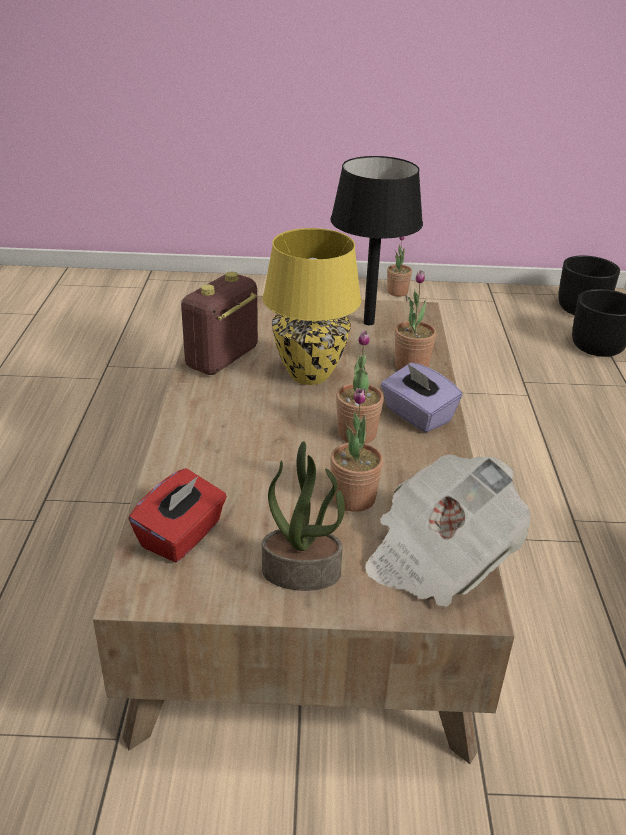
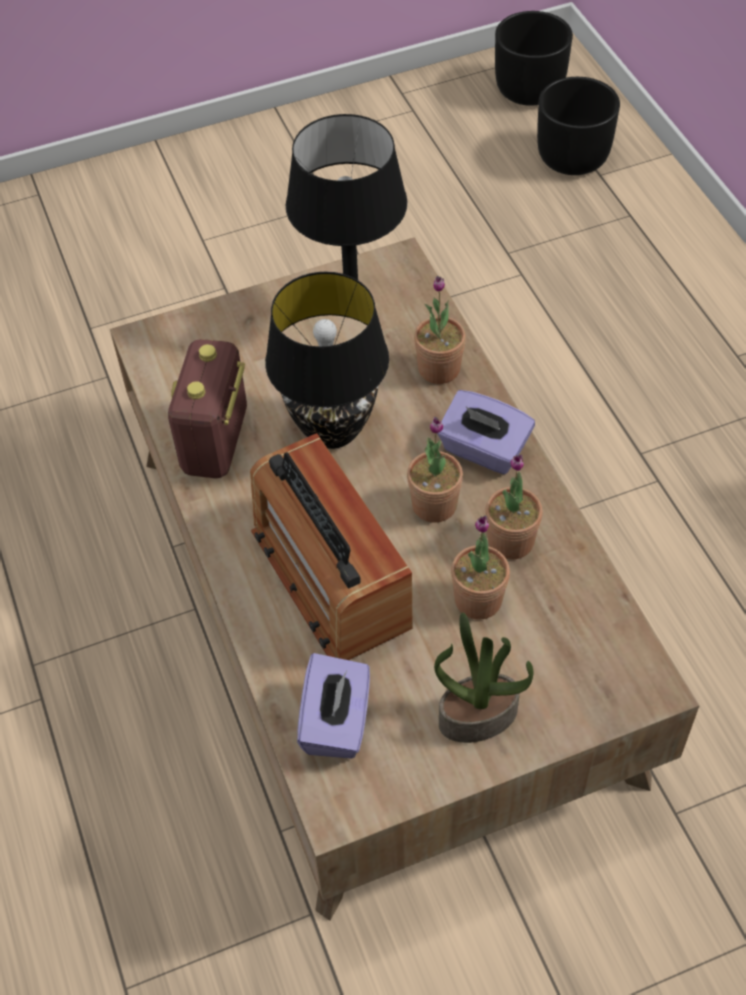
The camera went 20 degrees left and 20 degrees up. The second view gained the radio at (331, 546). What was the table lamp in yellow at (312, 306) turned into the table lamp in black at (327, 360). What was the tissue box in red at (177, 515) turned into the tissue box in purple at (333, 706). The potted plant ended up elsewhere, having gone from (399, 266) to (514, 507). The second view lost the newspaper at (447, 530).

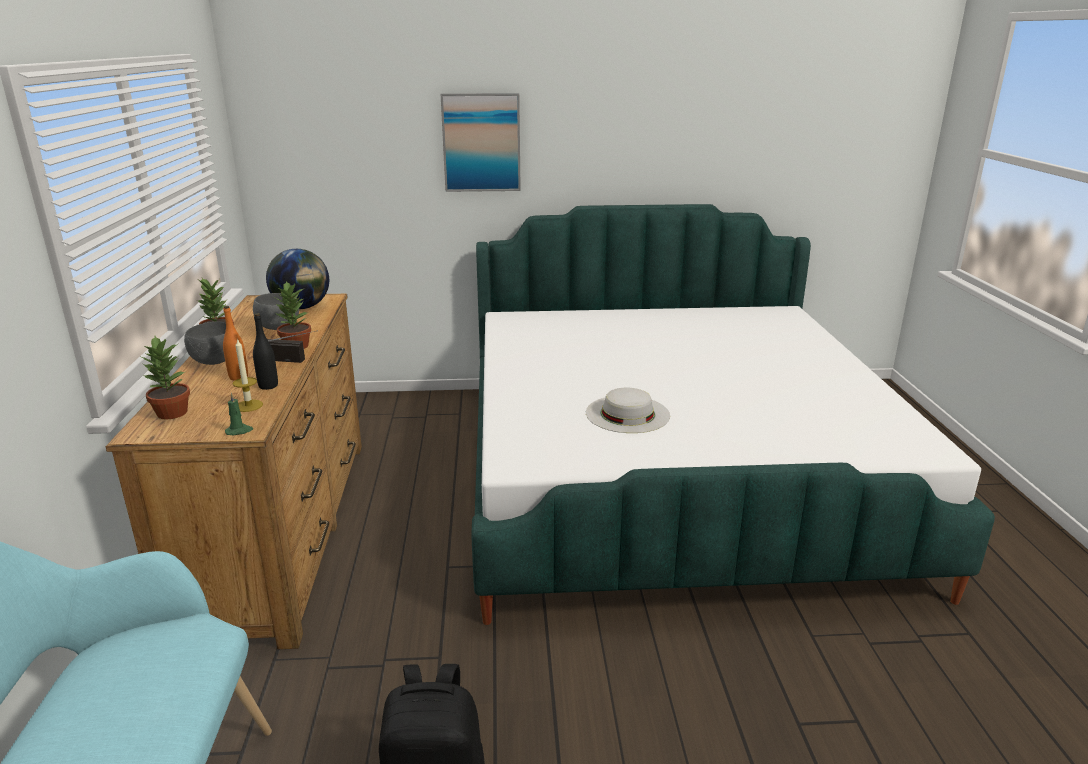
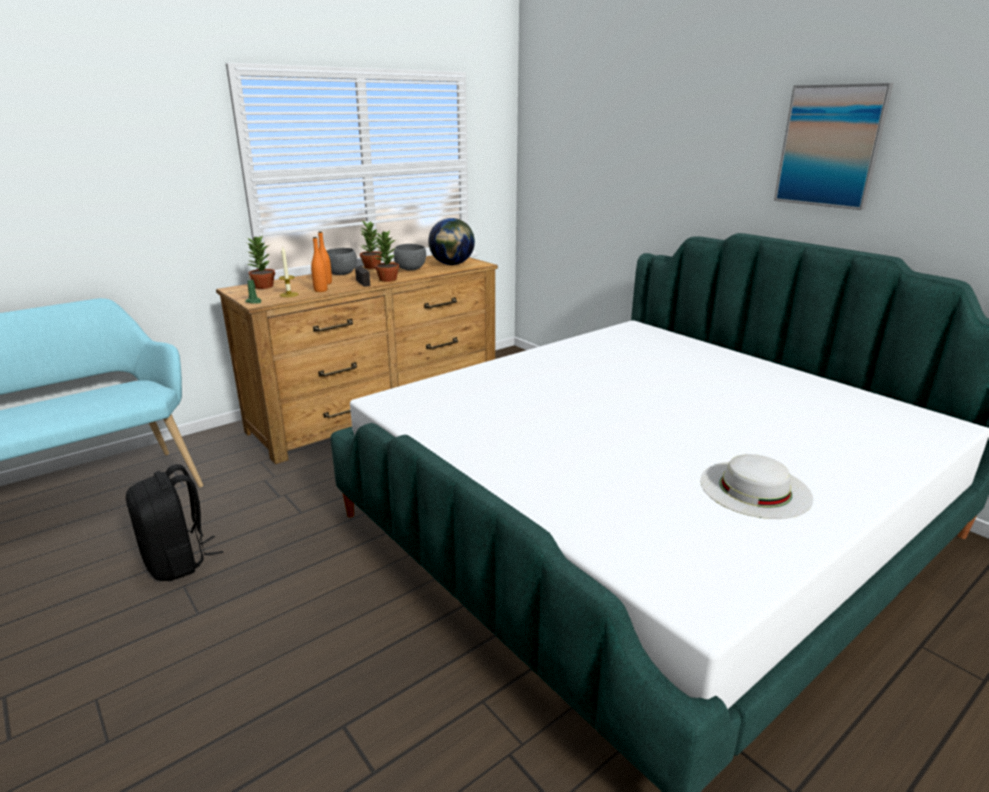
The camera went 55 degrees right and 0 degrees up. What was the bottle in black at (265, 351) turned into the bottle in orange at (319, 264). The hat in white ended up elsewhere, having gone from (628, 410) to (756, 486). The picture ended up elsewhere, having gone from (481, 142) to (833, 146).

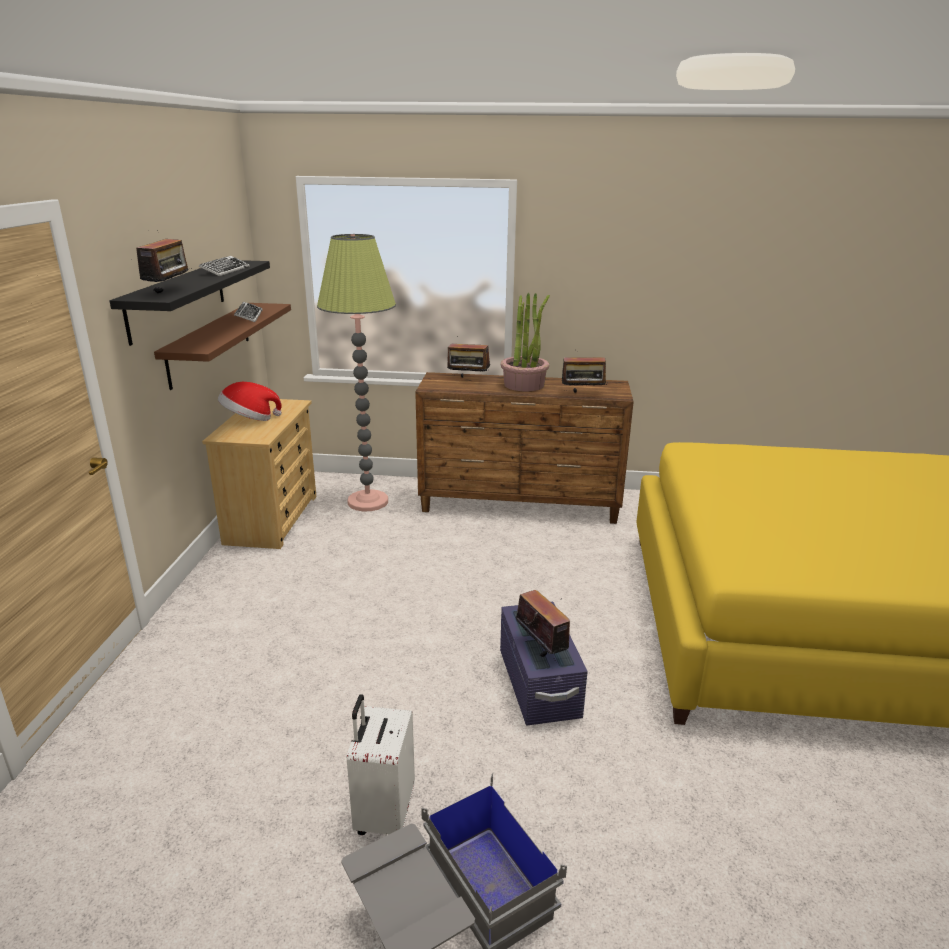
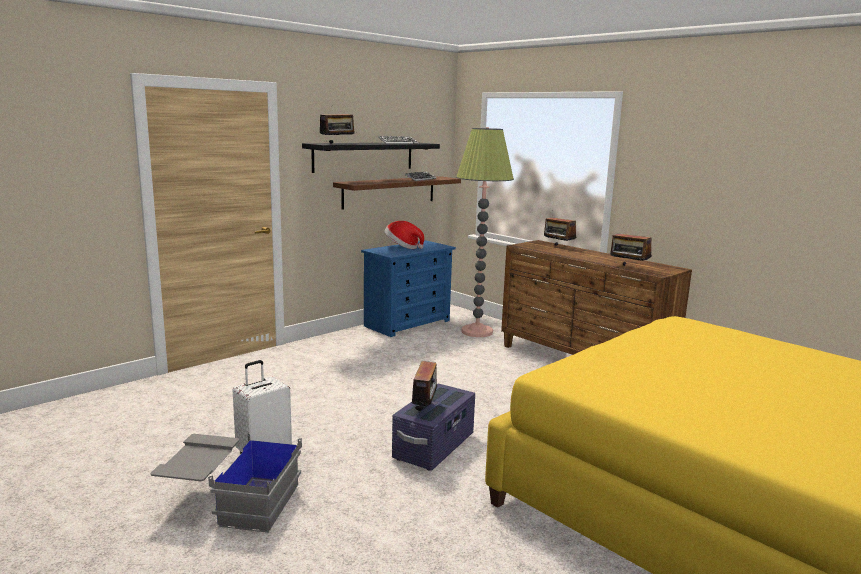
The camera went 40 degrees right and 10 degrees down. What was the dresser in beige at (259, 474) turned into the dresser in blue at (408, 288). The second view lost the potted plant at (525, 342).

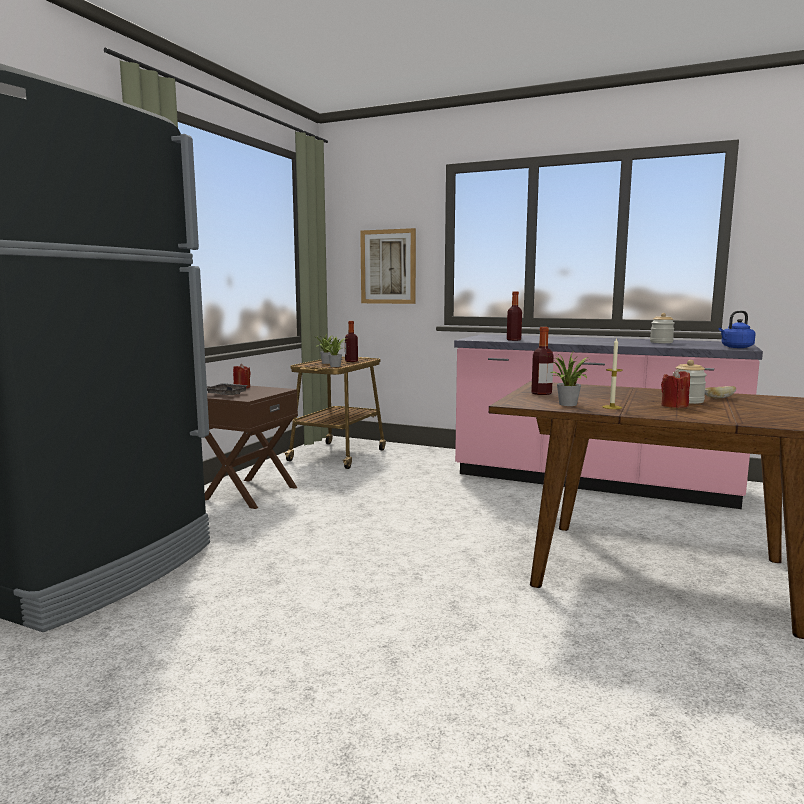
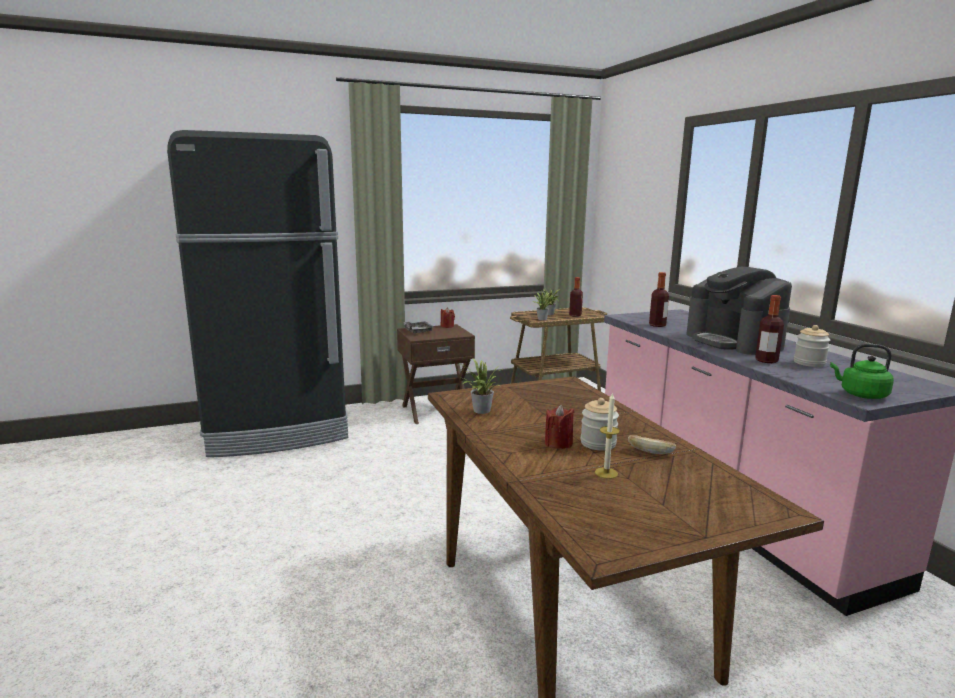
The camera went 45 degrees right and 5 degrees up. The candle ended up elsewhere, having gone from (613, 373) to (607, 435). The second view gained the coffee machine at (739, 311). The bottle ended up elsewhere, having gone from (542, 361) to (769, 329). What was the kettle in blue at (737, 329) turned into the kettle in green at (862, 371). The second view lost the picture at (388, 266).

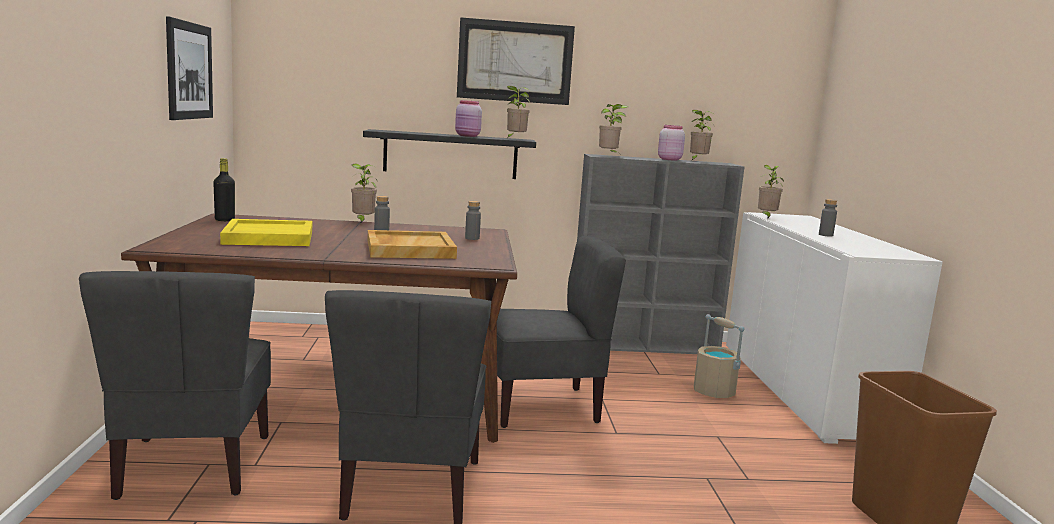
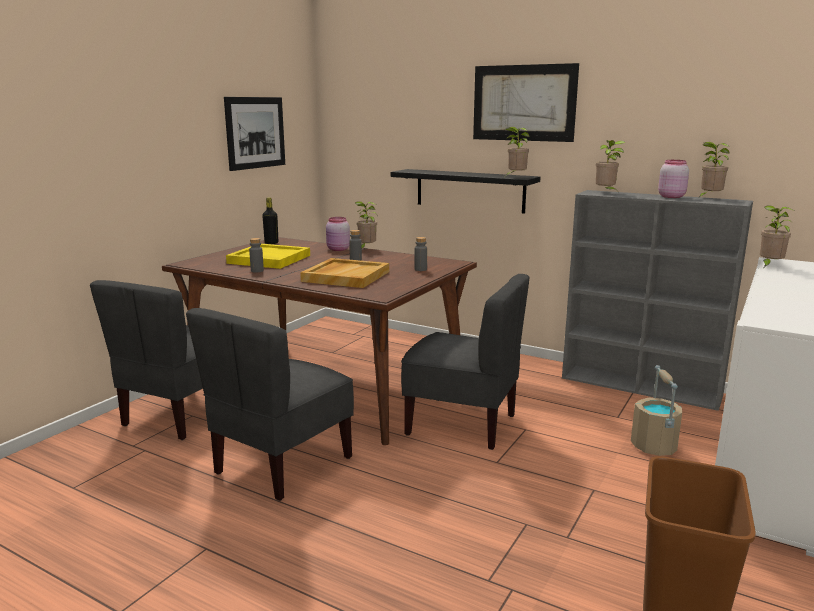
The camera went 35 degrees right and 5 degrees up. The bottle in grey ended up elsewhere, having gone from (828, 218) to (256, 255). The jar in pink ended up elsewhere, having gone from (468, 118) to (338, 234).

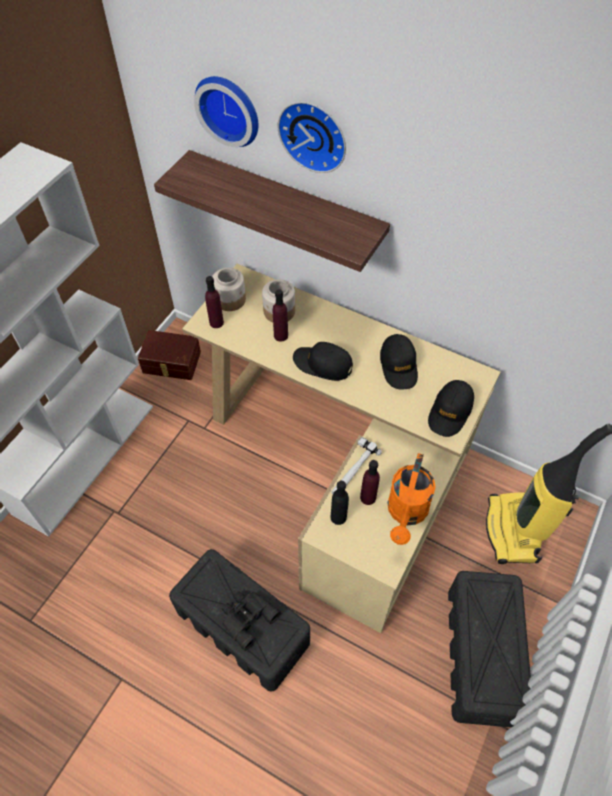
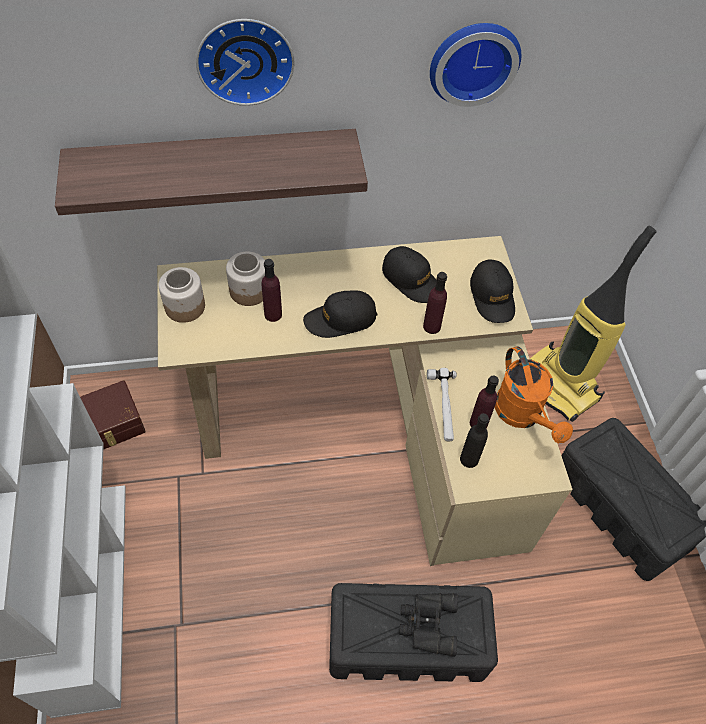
The camera went 40 degrees left and 0 degrees up. The bottle in purple ended up elsewhere, having gone from (214, 302) to (435, 303). The wall clock ended up elsewhere, having gone from (226, 111) to (475, 65).

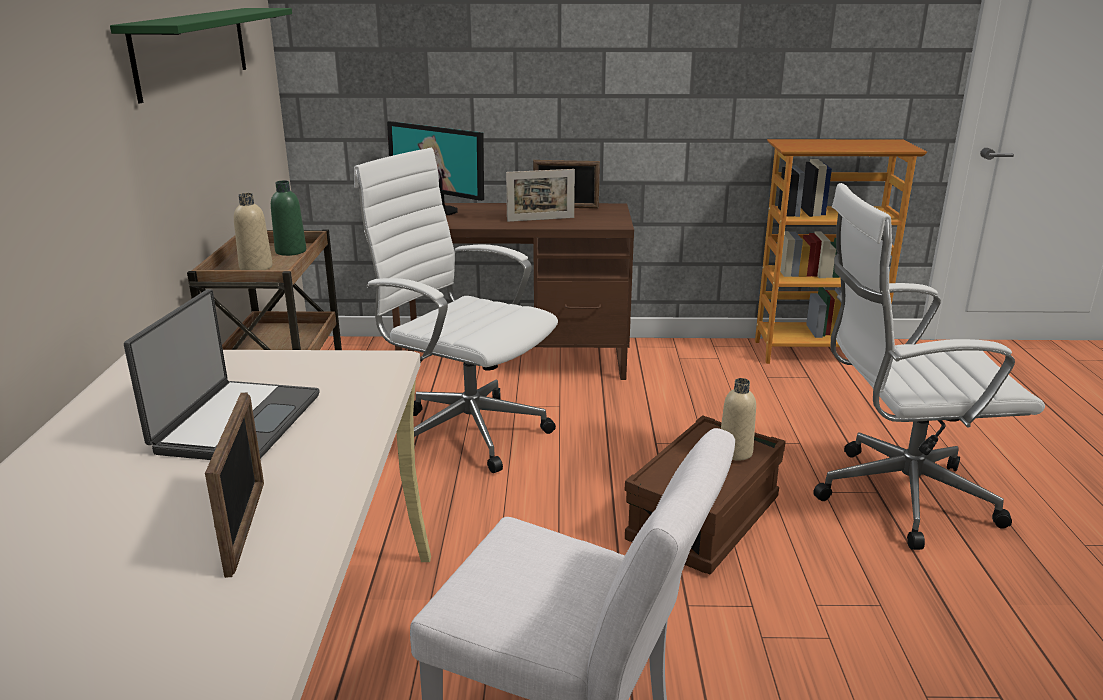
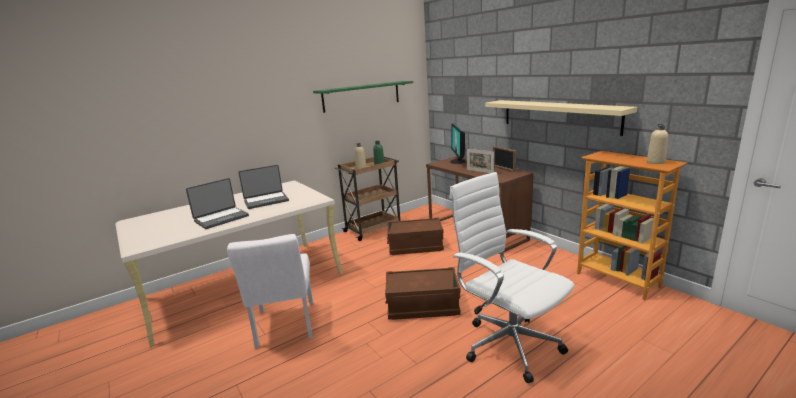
The camera went 55 degrees right and 5 degrees down. Where the picture frame stood at (234, 485), the laptop came to stand at (217, 203). Where the office chair in white stood at (456, 310), the storage box in brown came to stand at (415, 236). The second view gained the shelf in beige at (561, 118). The bottle in beige ended up elsewhere, having gone from (738, 419) to (657, 144).

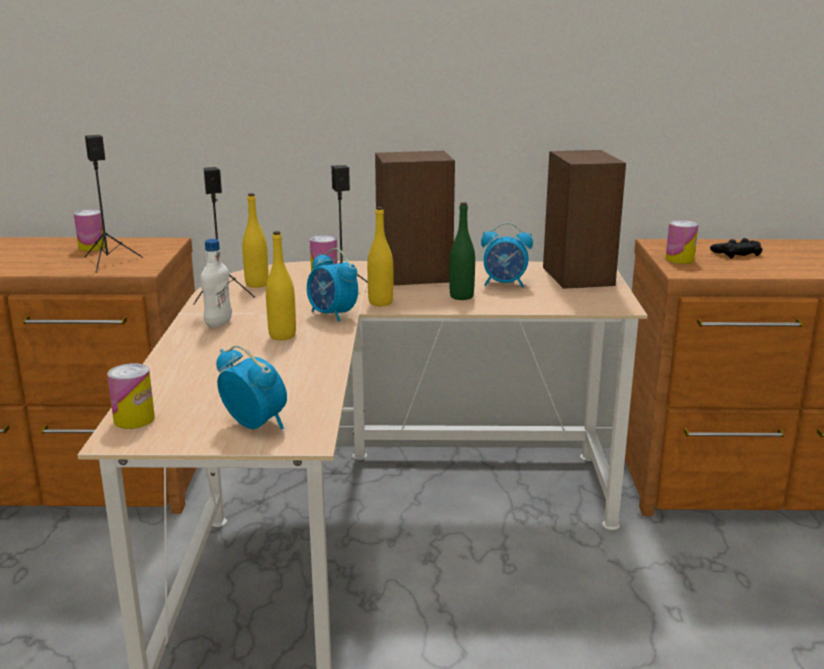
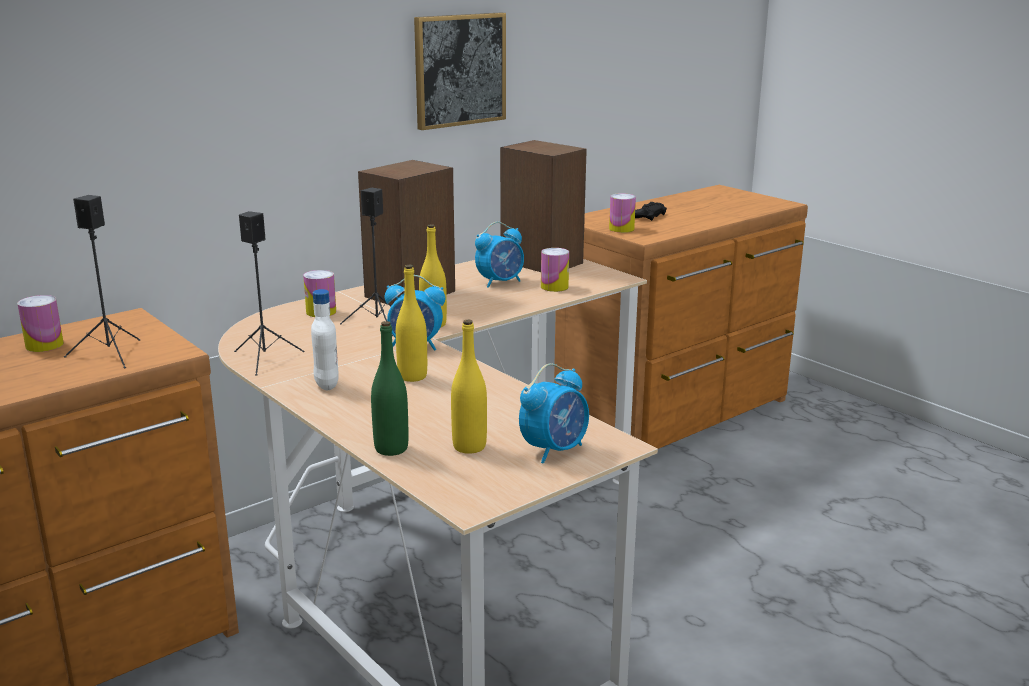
The camera went 40 degrees left and 0 degrees up. The bottle in green ended up elsewhere, having gone from (462, 251) to (389, 388). The second view gained the picture at (460, 71). The bottle in yellow ended up elsewhere, having gone from (255, 240) to (469, 386). The alarm clock at (251, 387) ended up facing another way, 135 degrees clockwise from before. The can ended up elsewhere, having gone from (131, 396) to (555, 270).

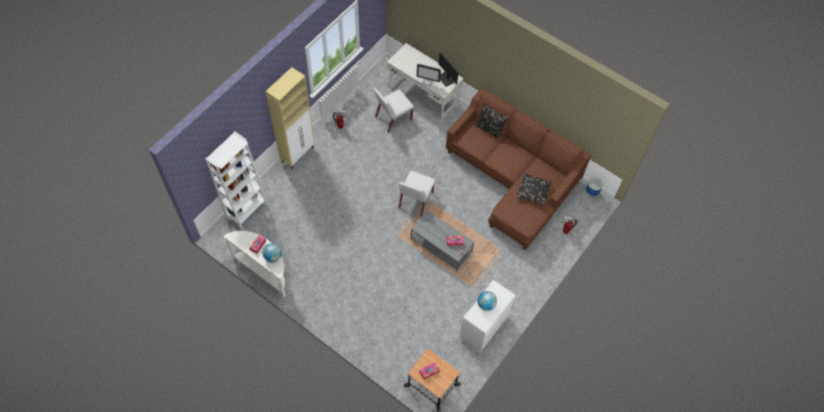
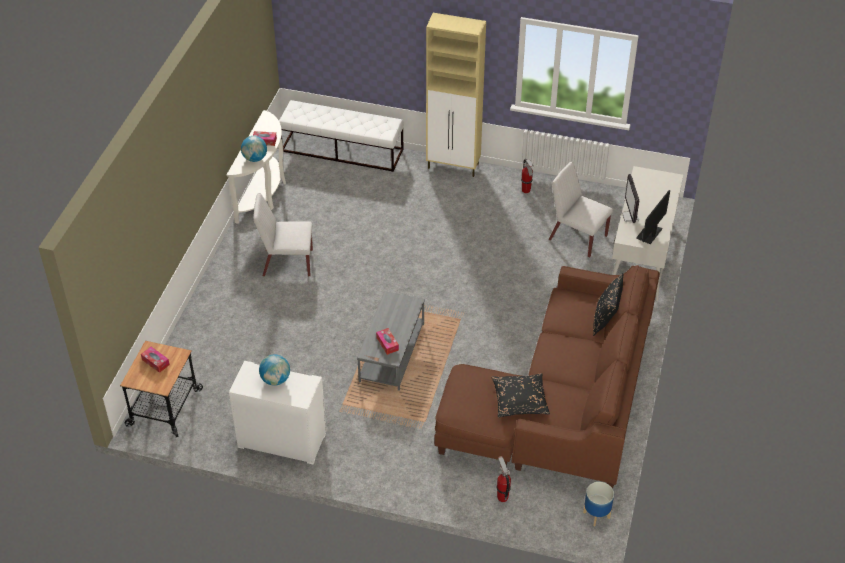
The camera went 70 degrees right and 15 degrees down. The chair in white ended up elsewhere, having gone from (417, 193) to (283, 234). Where the bookcase in white stood at (236, 180), the bench in white came to stand at (341, 136).

